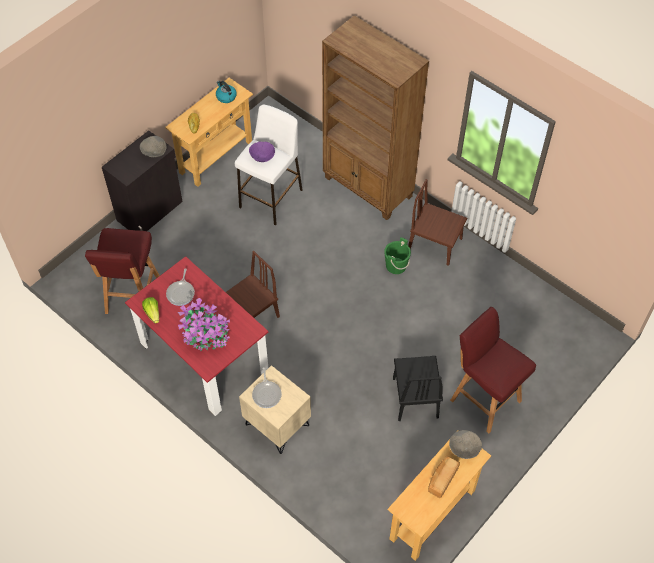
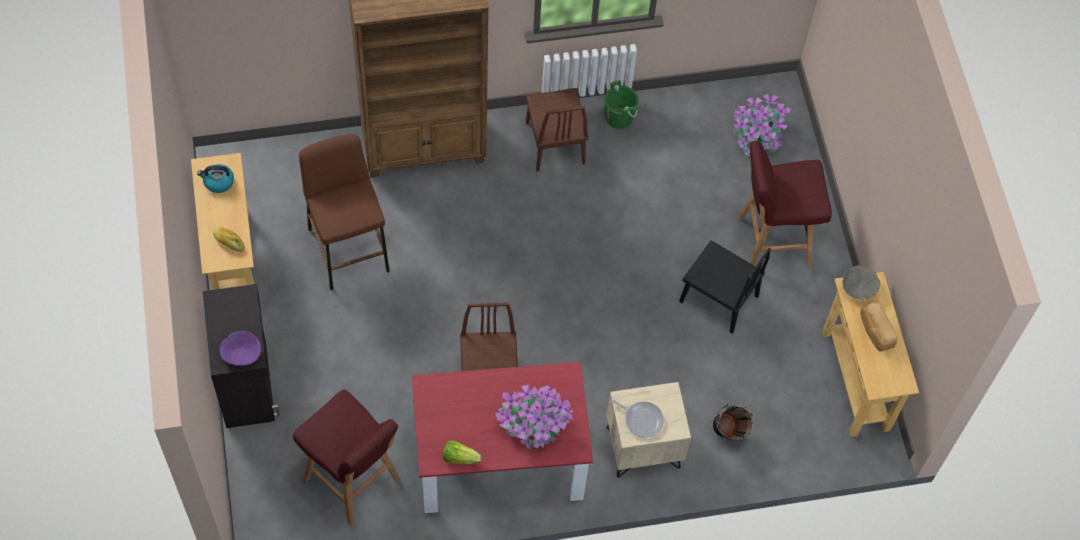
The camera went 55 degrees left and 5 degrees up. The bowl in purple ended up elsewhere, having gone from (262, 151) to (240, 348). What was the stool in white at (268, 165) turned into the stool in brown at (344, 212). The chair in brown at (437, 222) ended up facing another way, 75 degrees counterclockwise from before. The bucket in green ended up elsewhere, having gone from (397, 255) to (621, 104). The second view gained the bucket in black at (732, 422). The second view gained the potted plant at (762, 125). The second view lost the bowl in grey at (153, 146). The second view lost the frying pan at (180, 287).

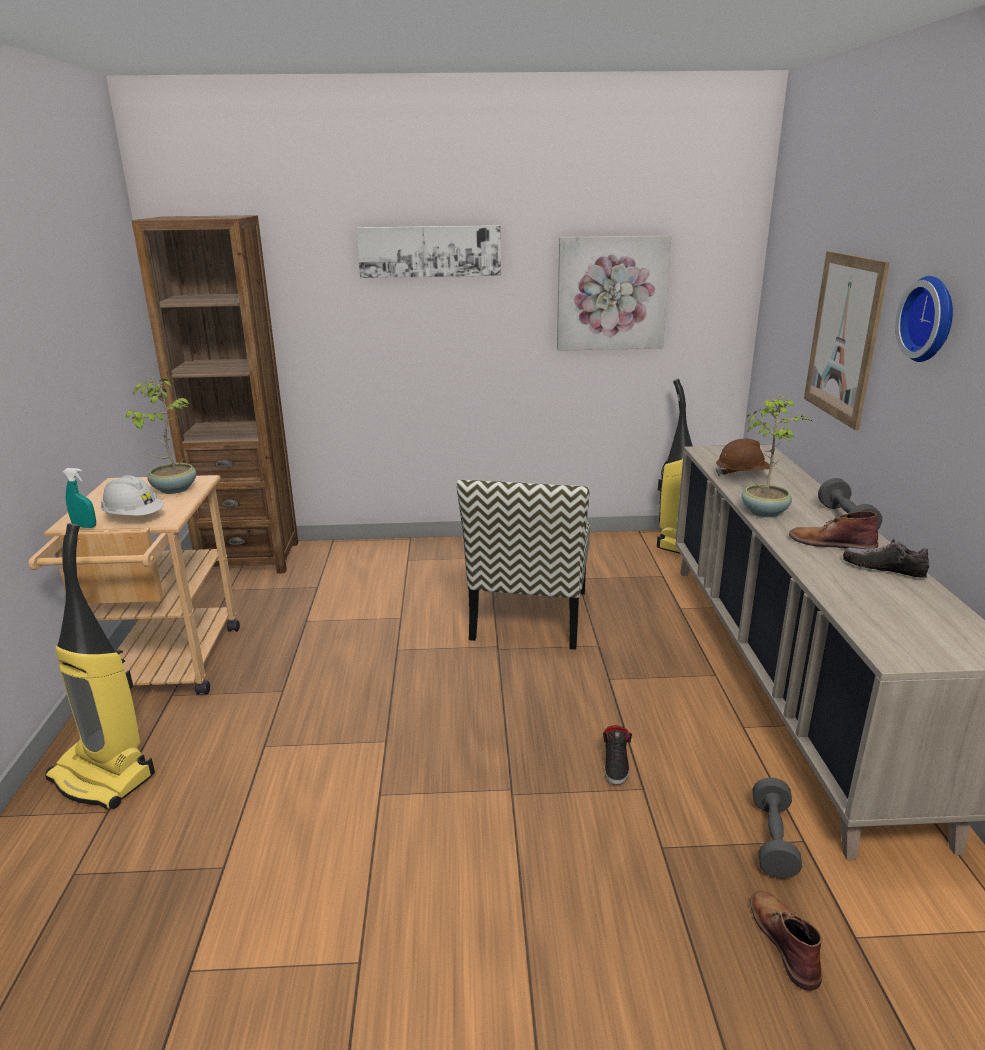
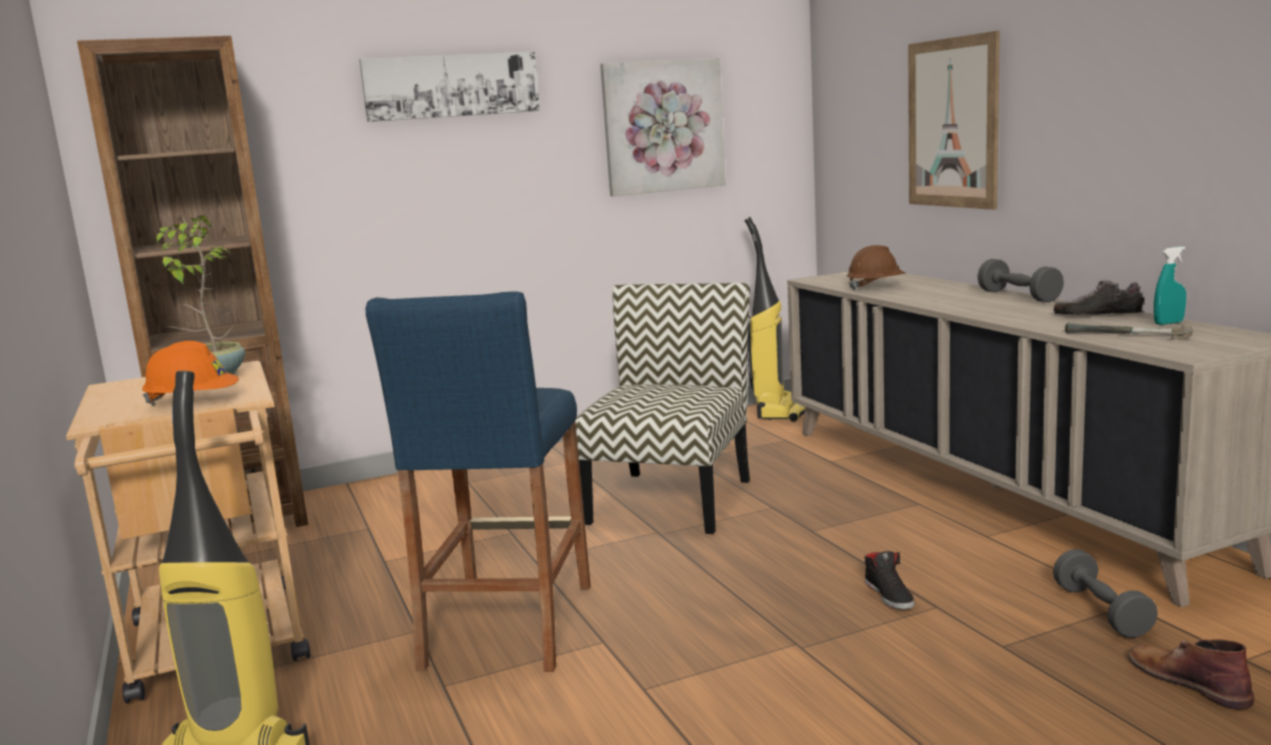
The camera went 20 degrees left and 10 degrees down. What was the hard hat in white at (133, 495) turned into the hard hat in orange at (190, 373). The second view gained the stool in blue at (478, 481). The chair at (523, 565) ended up facing another way, 150 degrees counterclockwise from before. The second view gained the hammer at (1129, 331). The spray bottle in turquoise ended up elsewhere, having gone from (79, 498) to (1170, 285). The second view lost the potted plant at (777, 456). The second view lost the boot in brown at (833, 530). The second view lost the wall clock at (924, 319).

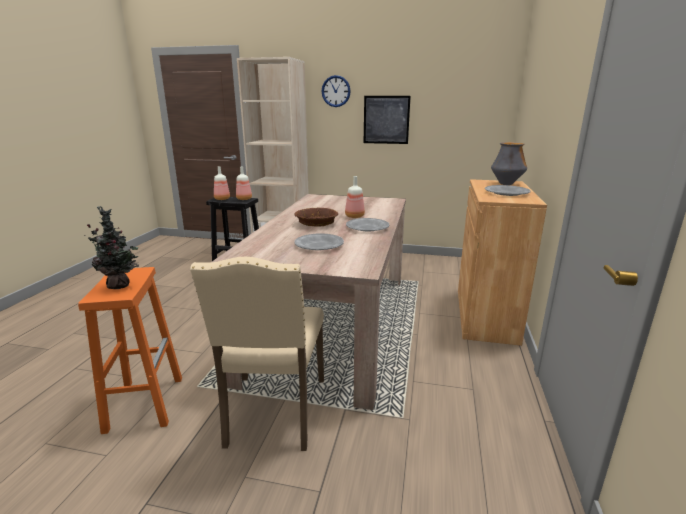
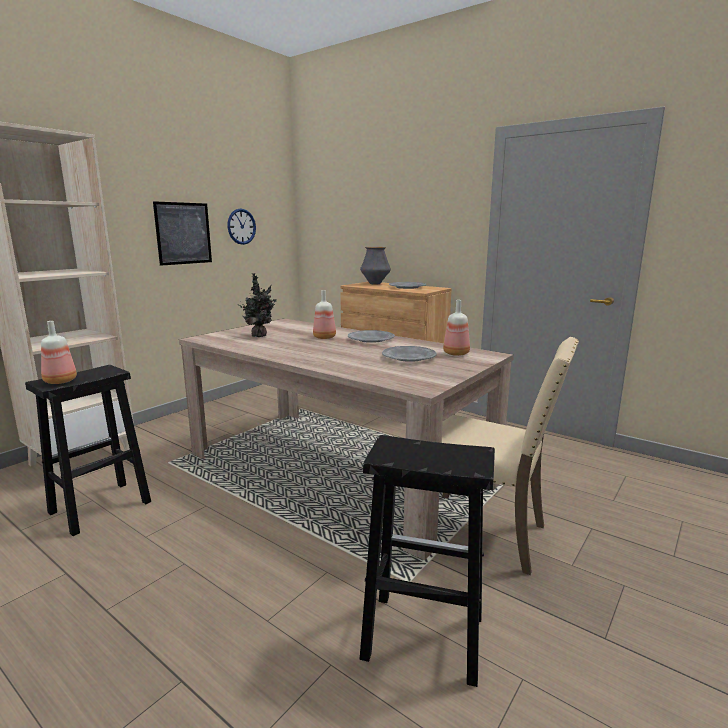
The camera went 65 degrees left and 5 degrees down. The wall clock ended up elsewhere, having gone from (336, 91) to (241, 227). The potted plant ended up elsewhere, having gone from (111, 247) to (257, 305). What was the stool in orange at (130, 350) turned into the stool in black at (427, 561). The bottle ended up elsewhere, having gone from (244, 183) to (456, 328). The second view lost the bowl in brown at (316, 217).

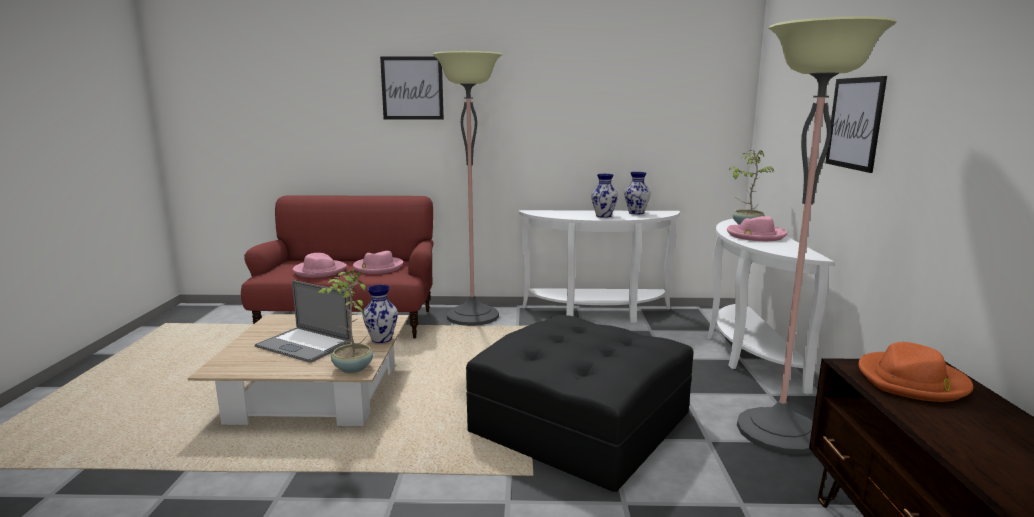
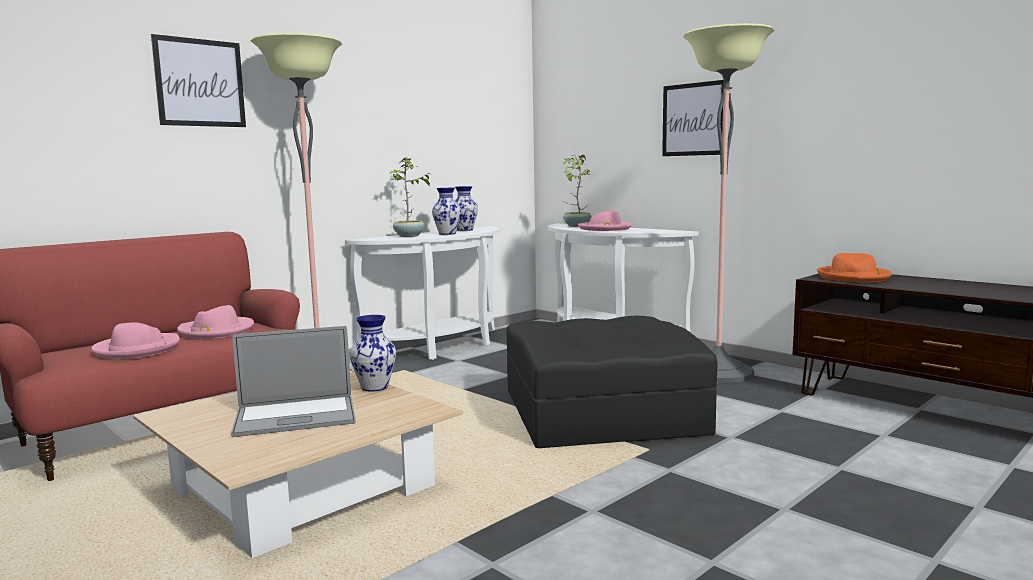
The camera went 45 degrees left and 5 degrees down. The potted plant ended up elsewhere, having gone from (345, 321) to (410, 197).

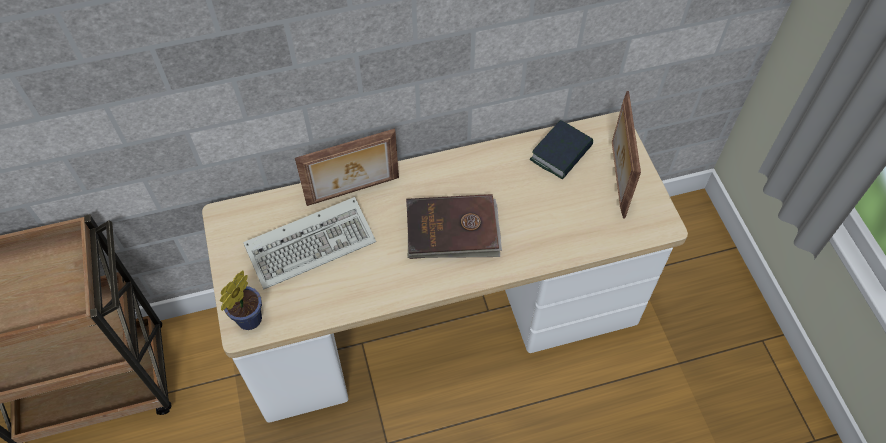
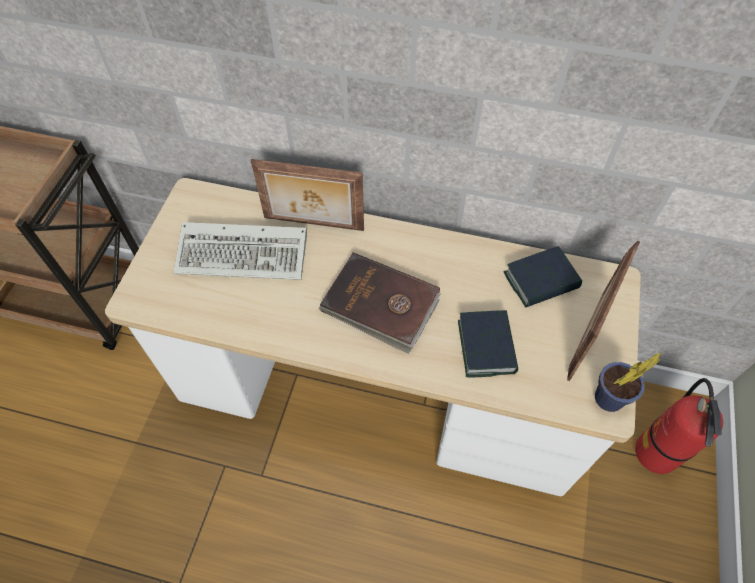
The camera went 30 degrees right and 0 degrees up. The second view gained the book at (488, 343). The potted plant ended up elsewhere, having gone from (241, 300) to (628, 382). The second view gained the fire extinguisher at (679, 426).

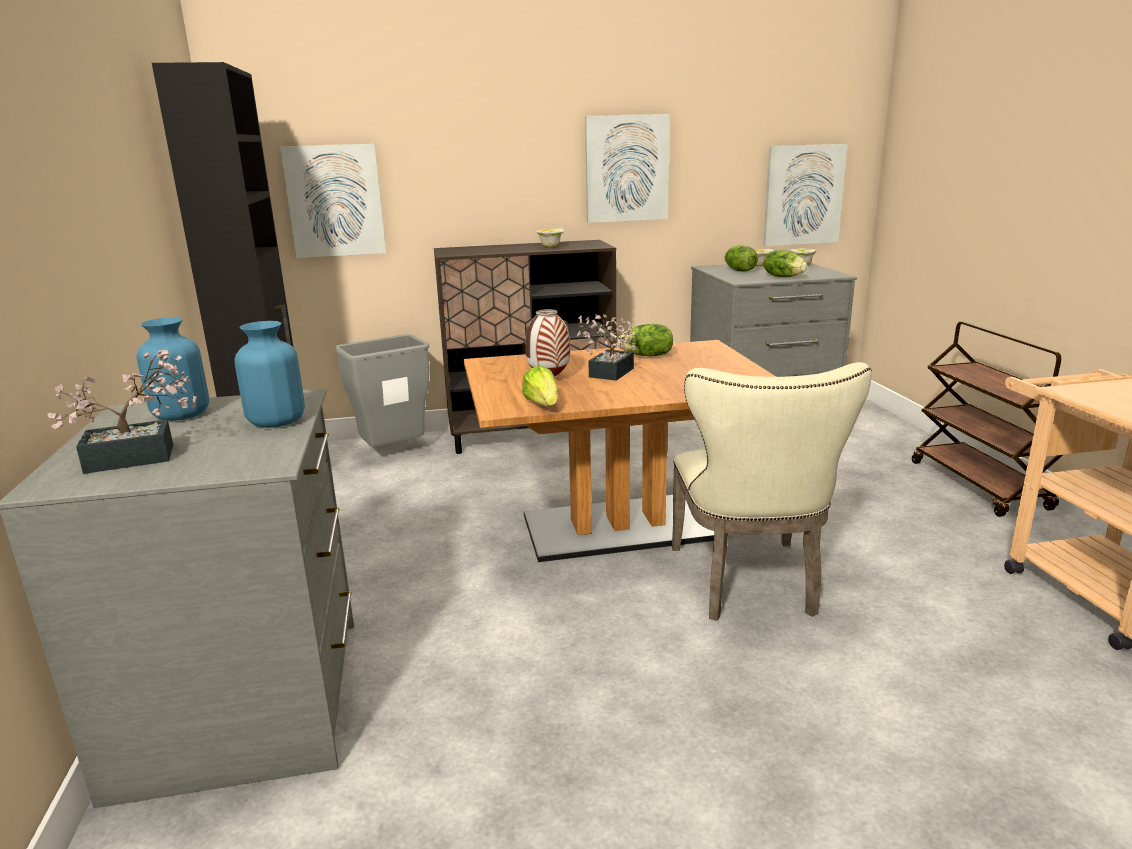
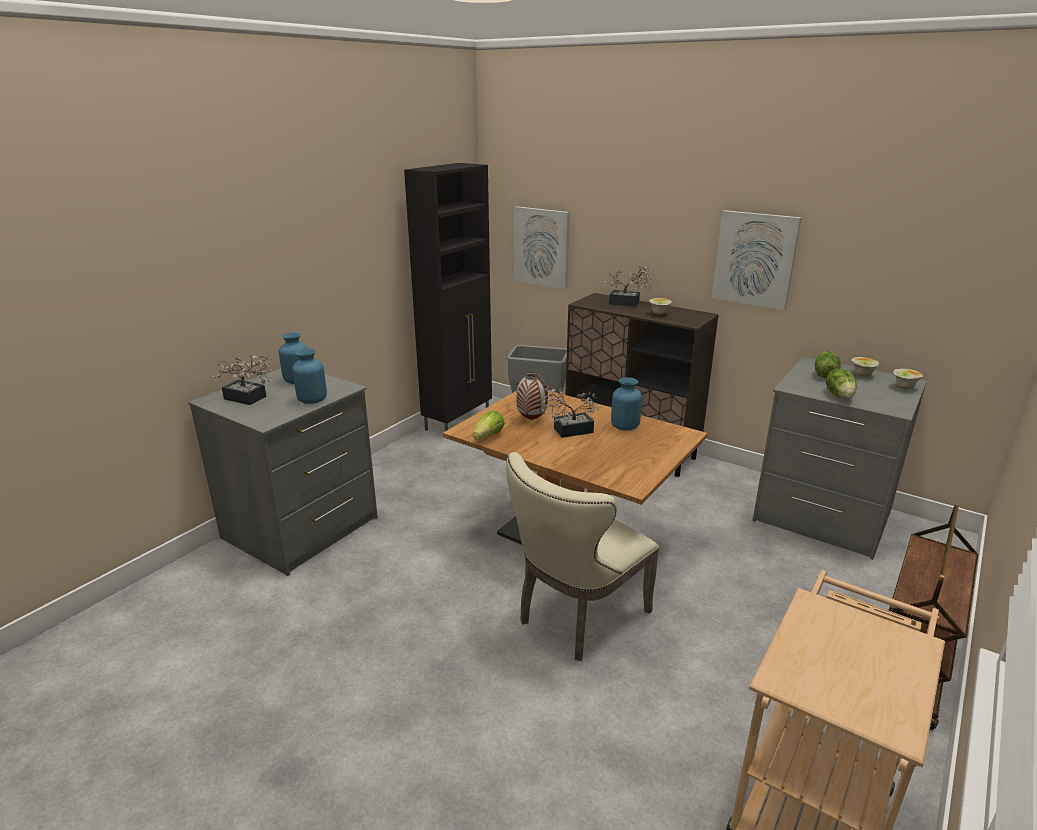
The camera went 45 degrees right and 5 degrees up. The second view gained the potted plant at (627, 286). Where the lettuce stood at (645, 340), the vase in blue came to stand at (626, 404). The second view lost the picture at (805, 195).

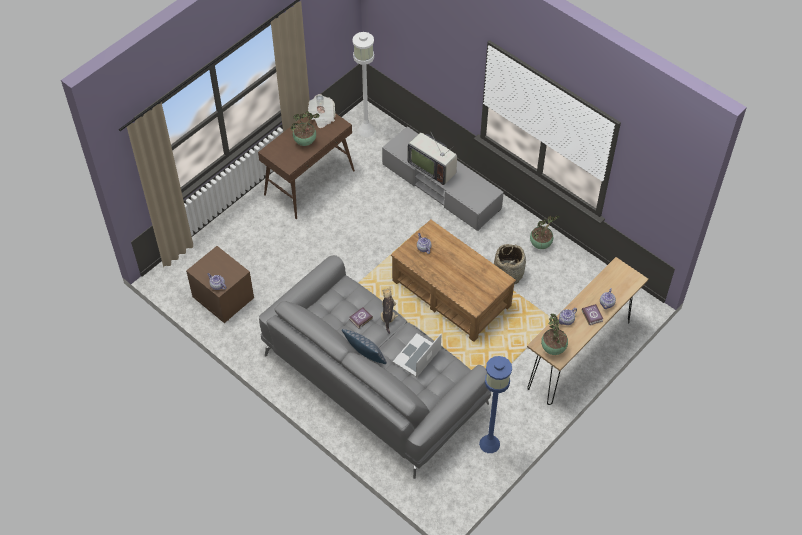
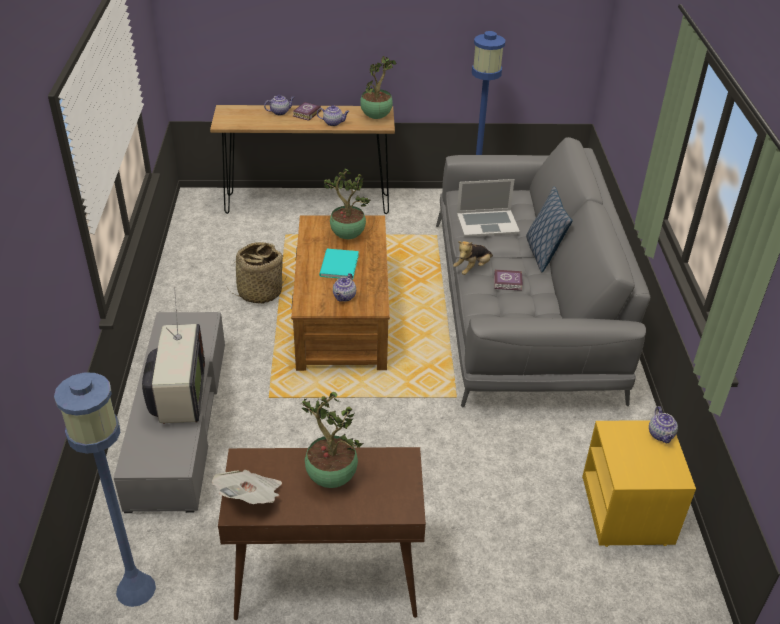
The camera went 135 degrees left and 15 degrees down. What was the floor lamp in white at (363, 84) turned into the floor lamp in blue at (105, 490). The second view gained the book in turquoise at (339, 264). The potted plant ended up elsewhere, having gone from (545, 232) to (347, 203). What was the nightstand in brown at (220, 284) turned into the nightstand in yellow at (639, 483).

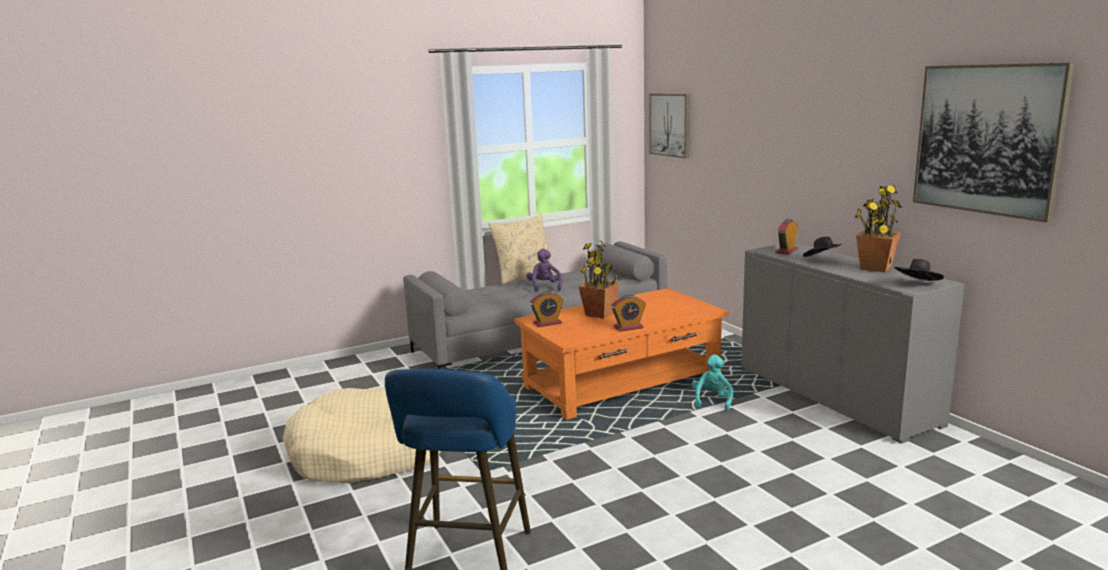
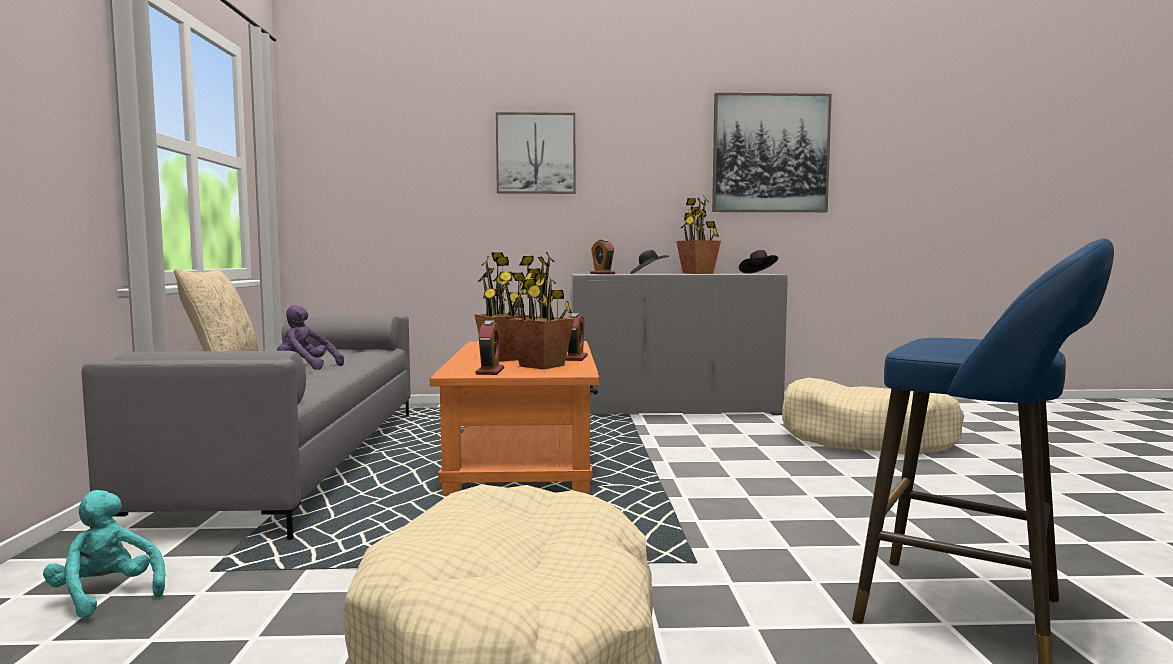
The camera went 65 degrees left and 10 degrees down. The plush toy in turquoise ended up elsewhere, having gone from (712, 382) to (104, 554). The picture ended up elsewhere, having gone from (669, 126) to (535, 153). The second view gained the potted plant at (541, 311). The second view gained the dog bed in beige at (873, 416).

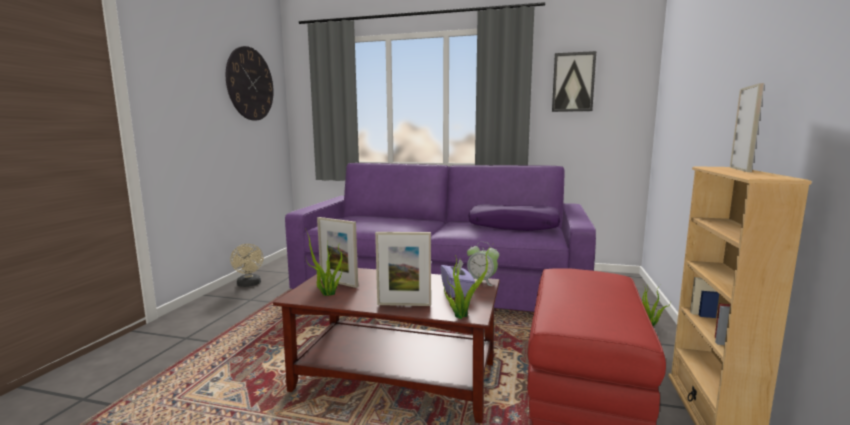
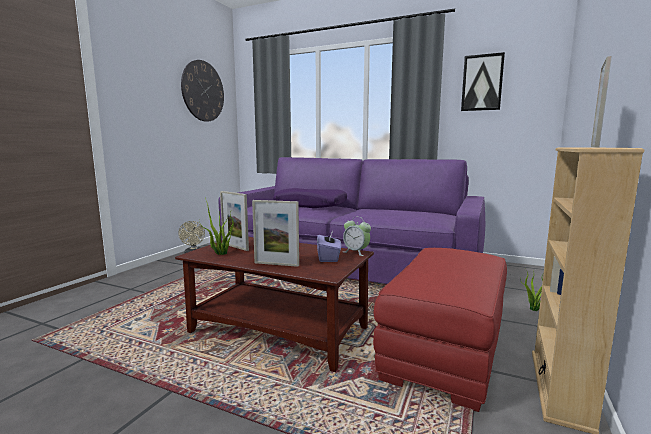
The camera went 10 degrees right and 0 degrees up. The pillow in purple ended up elsewhere, having gone from (514, 217) to (310, 198). The second view lost the potted plant at (468, 281).

